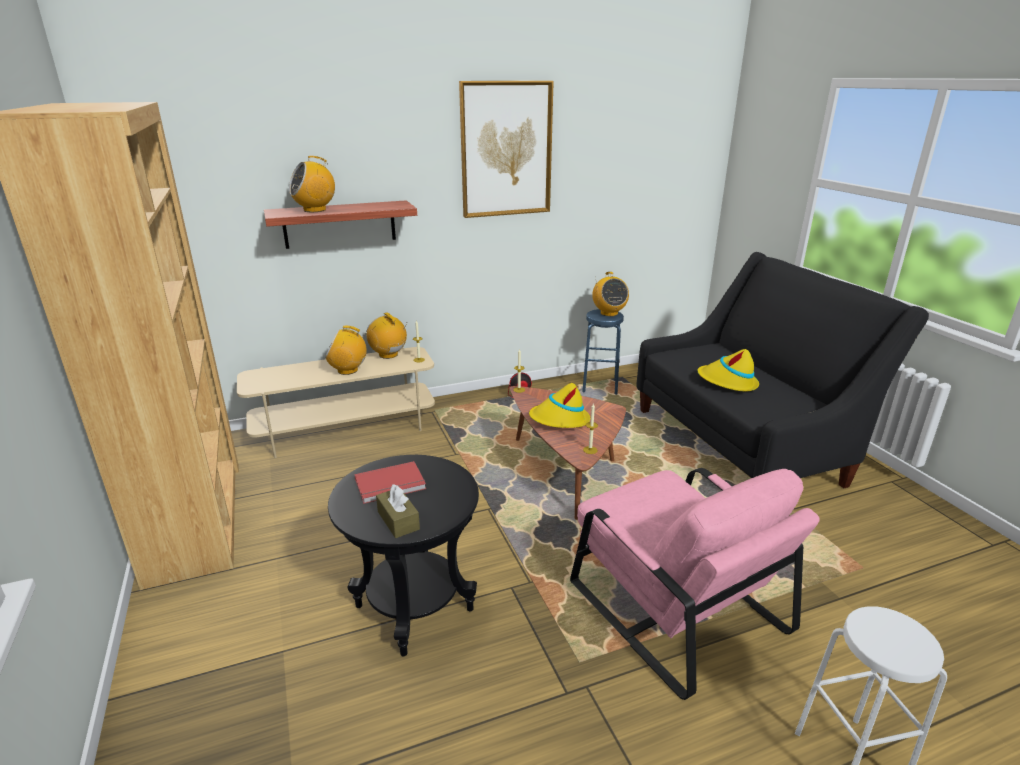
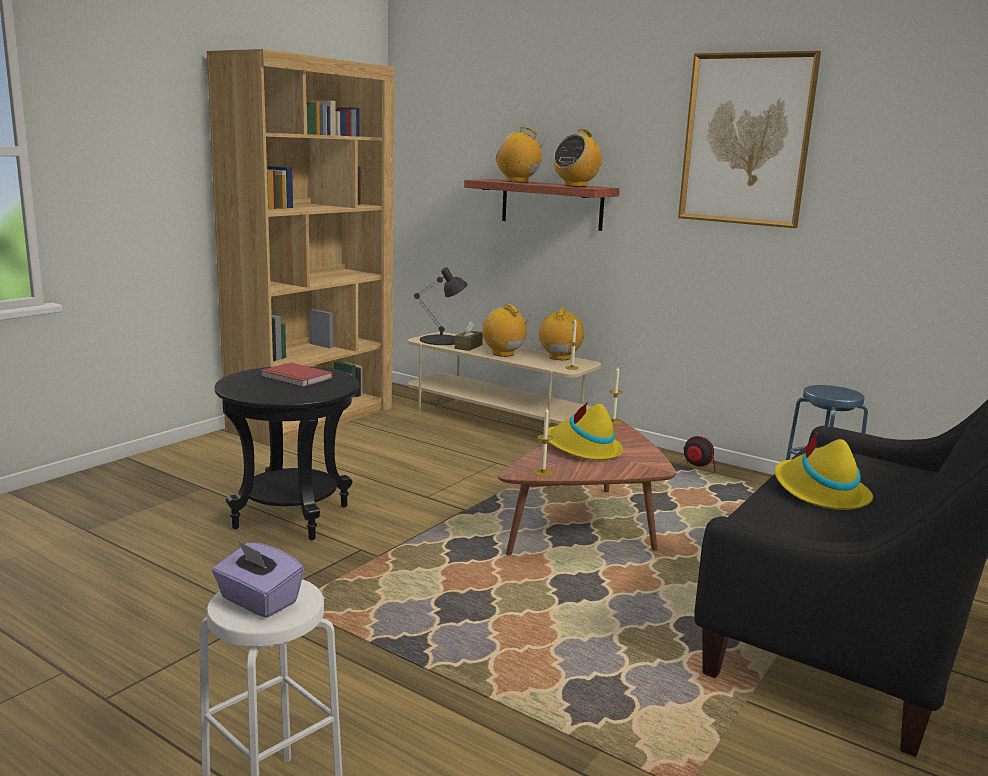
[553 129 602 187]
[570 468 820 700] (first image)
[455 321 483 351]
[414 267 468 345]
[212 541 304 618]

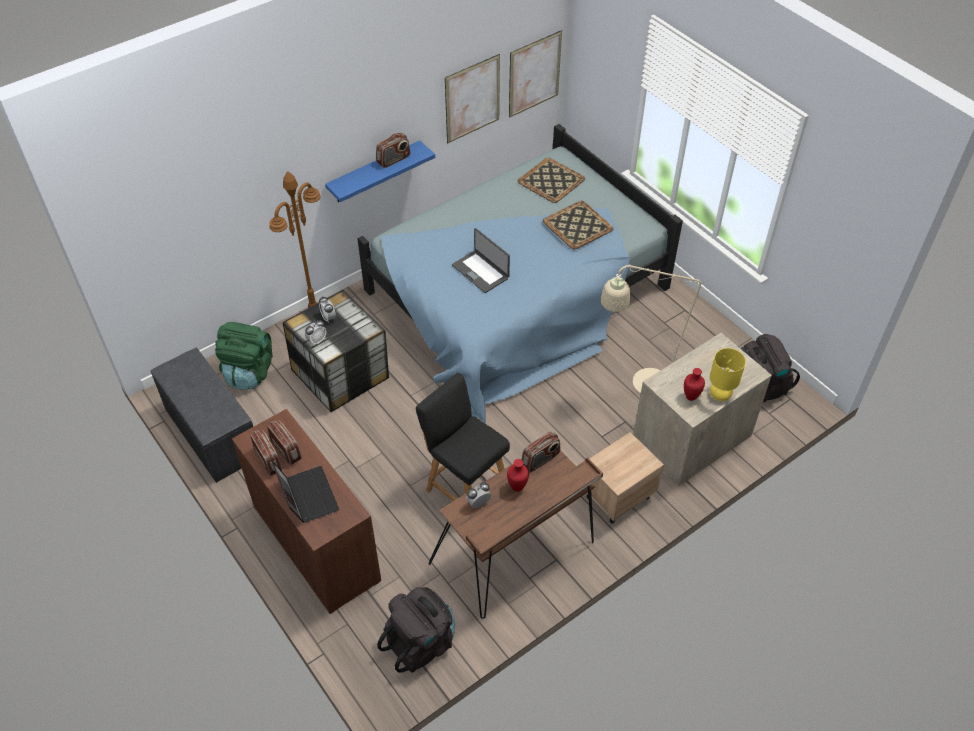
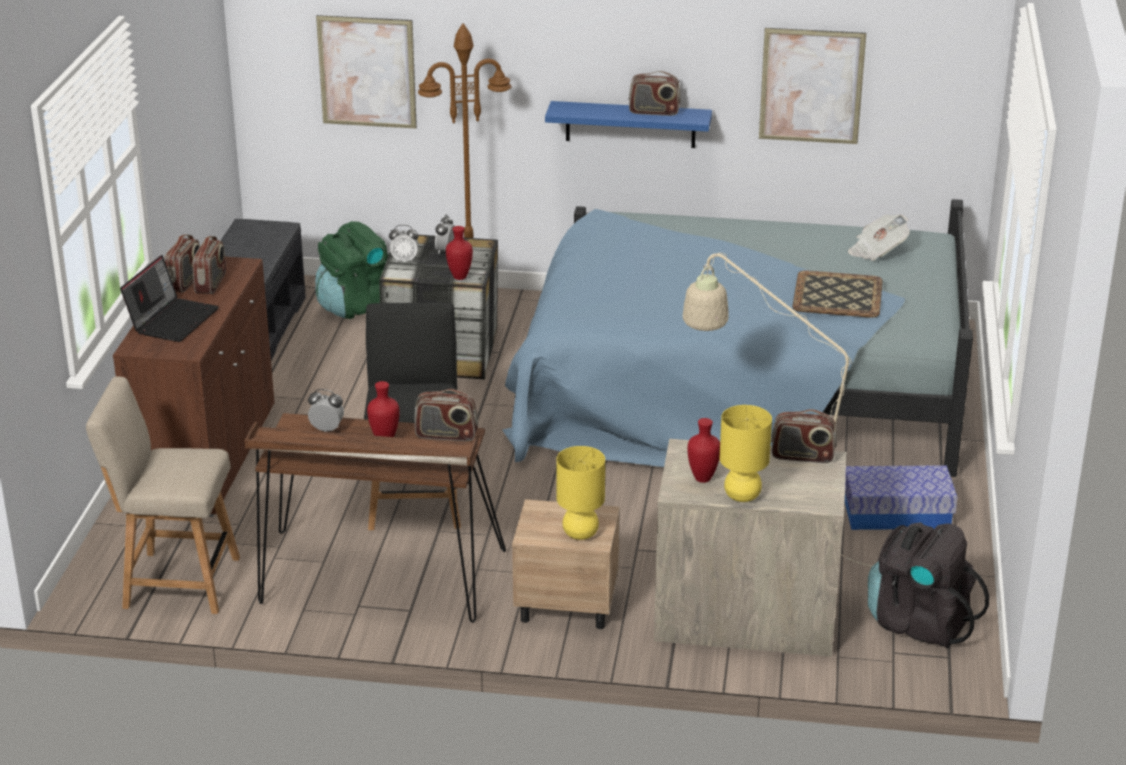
[316 15 417 129]
[848 214 910 261]
[452 228 510 293] (first image)
[86 377 240 614]
[446 226 473 280]
[771 409 837 463]
[557 446 605 540]
[845 465 957 530]

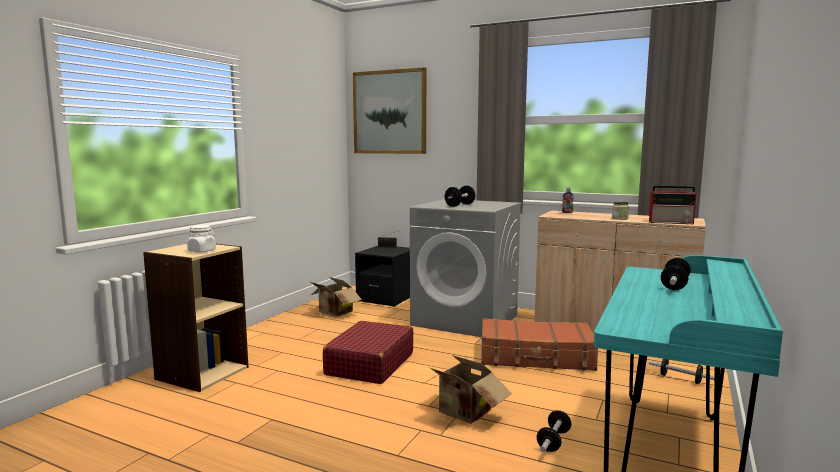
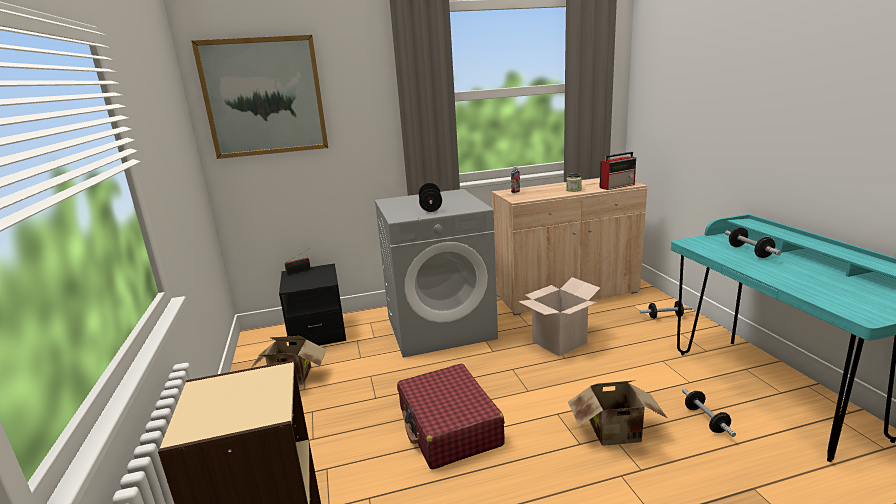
[187 225 216 253] (first image)
[518 277 600 356]

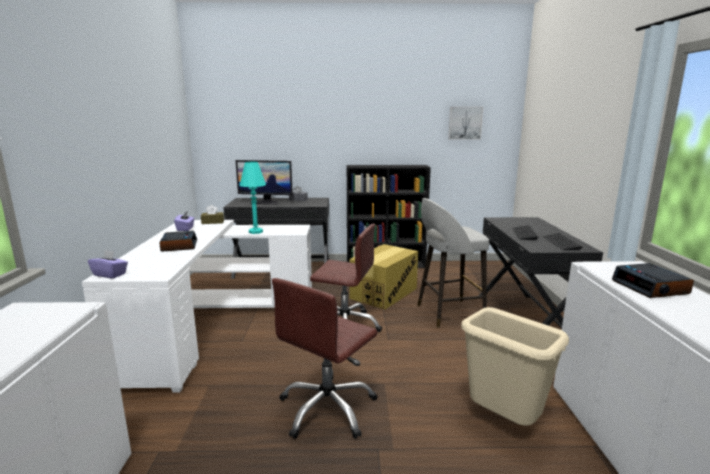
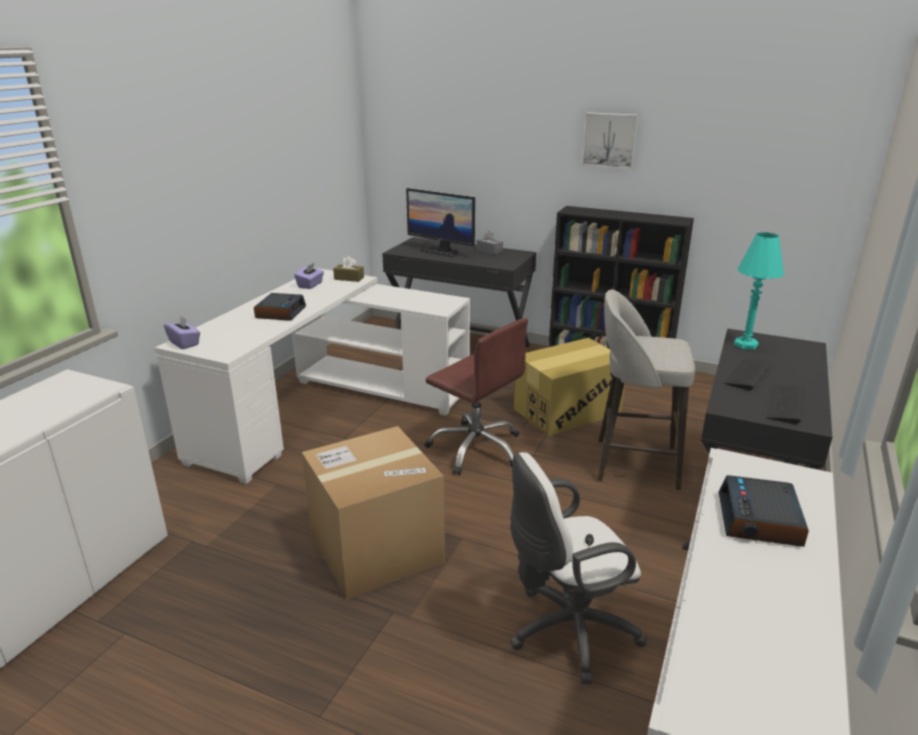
[582 112 638 169]
[734 232 784 349]
[302 426 445 599]
[510 452 647 684]

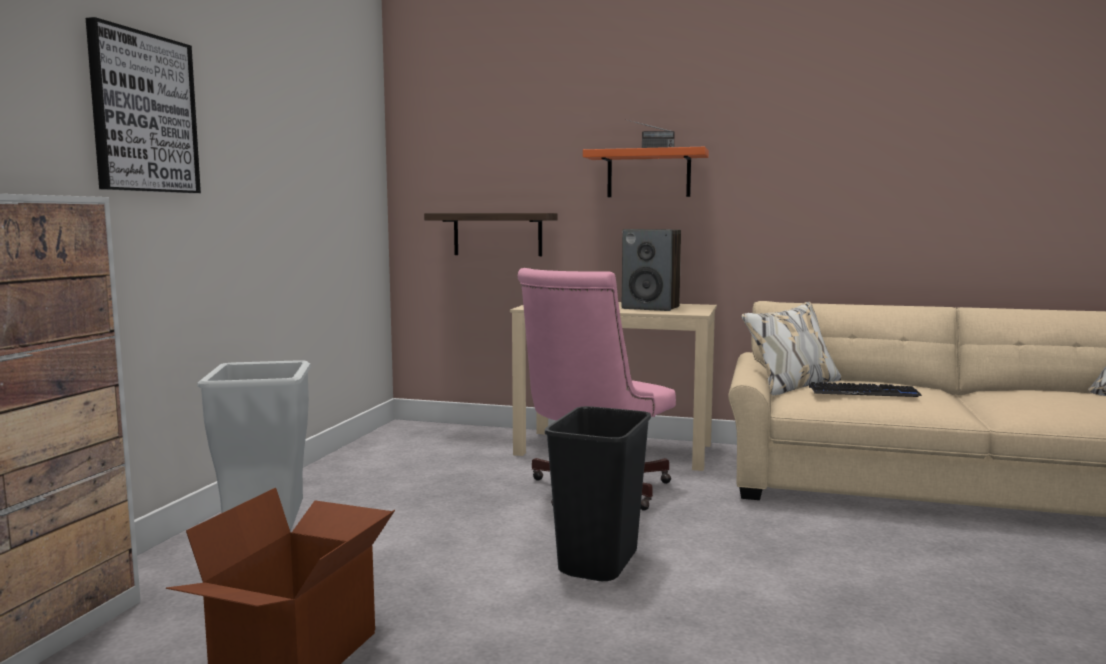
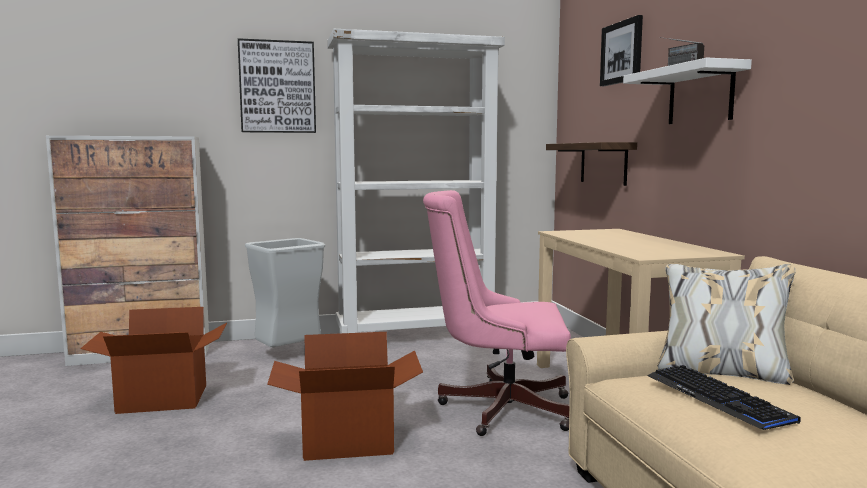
[623 58 752 124]
[622 229 681 311] (first image)
[267 332 423 461]
[600 15 643 86]
[327 29 505 334]

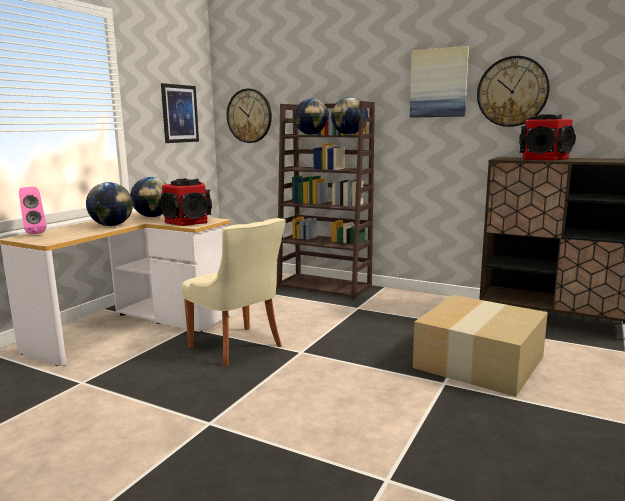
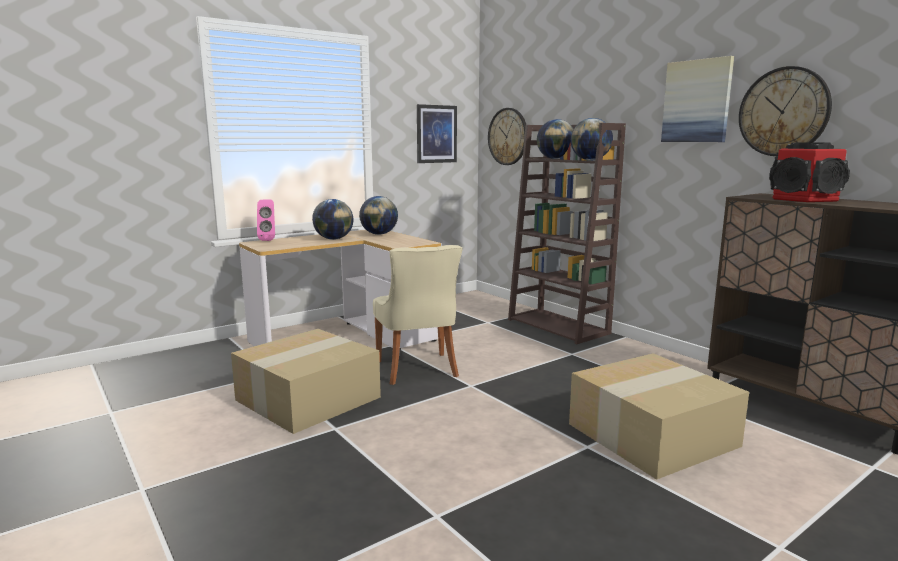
[159 179 212 226] (first image)
[231 329 381 434]

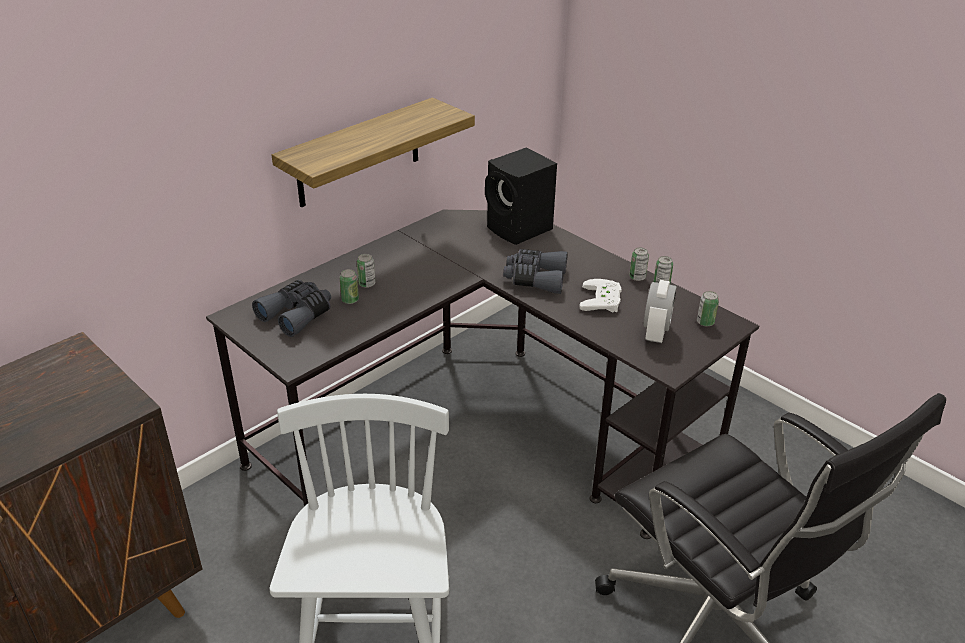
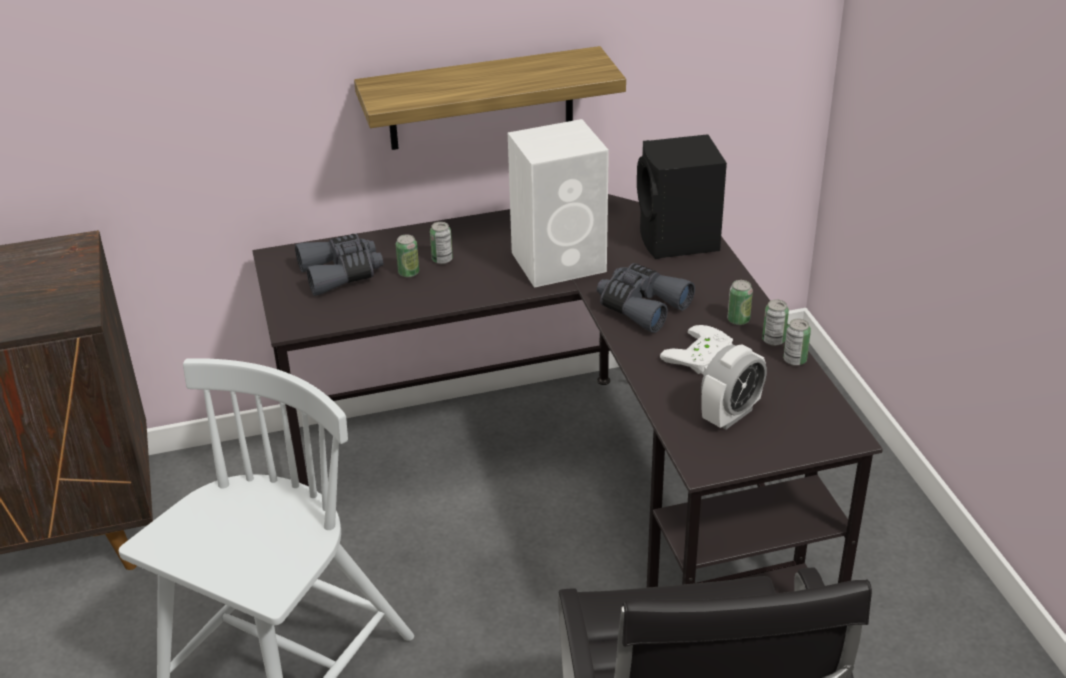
[728 280 753 325]
[508 119 609 288]

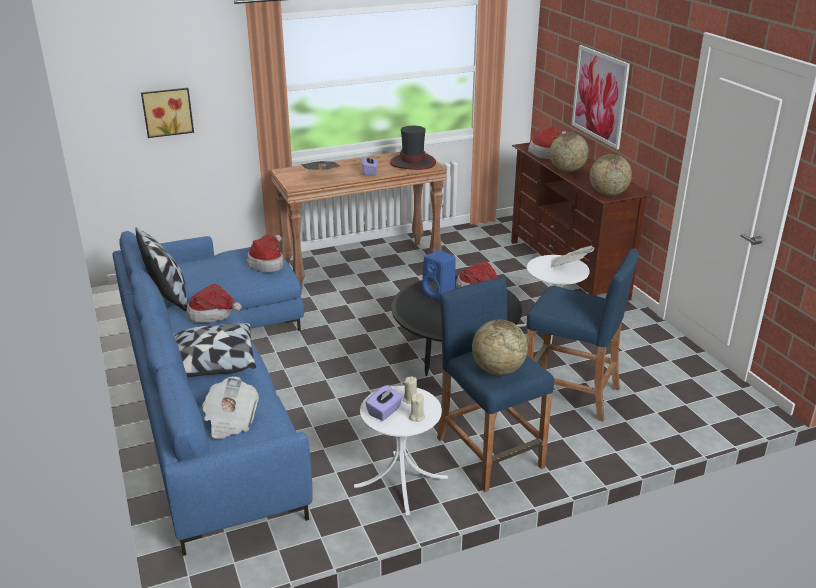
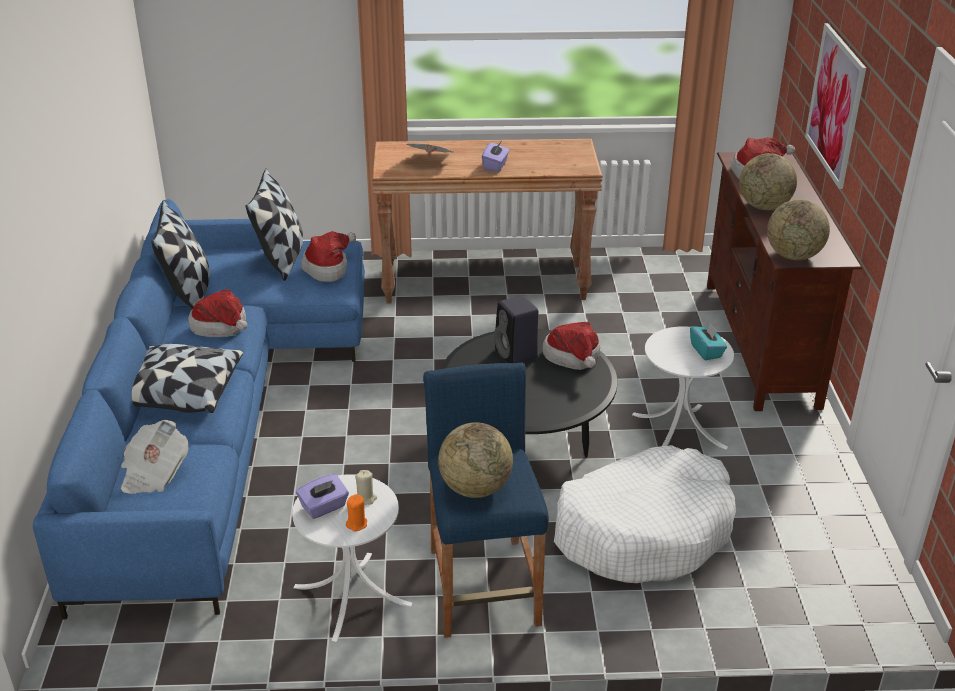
[141 88 194 138] (first image)
[390 126 436 170] (first image)
[690 322 727 360]
[554 445 736 583]
[494 295 538 363]
[346 494 367 531]
[245 168 303 281]

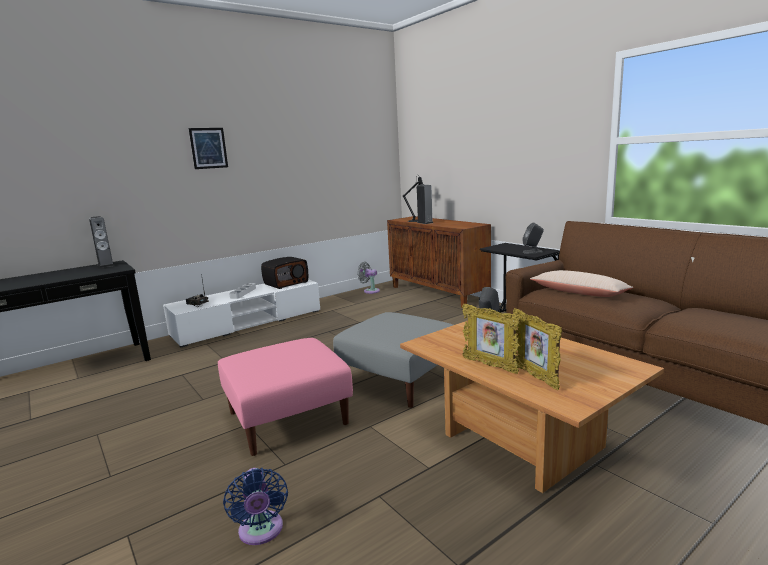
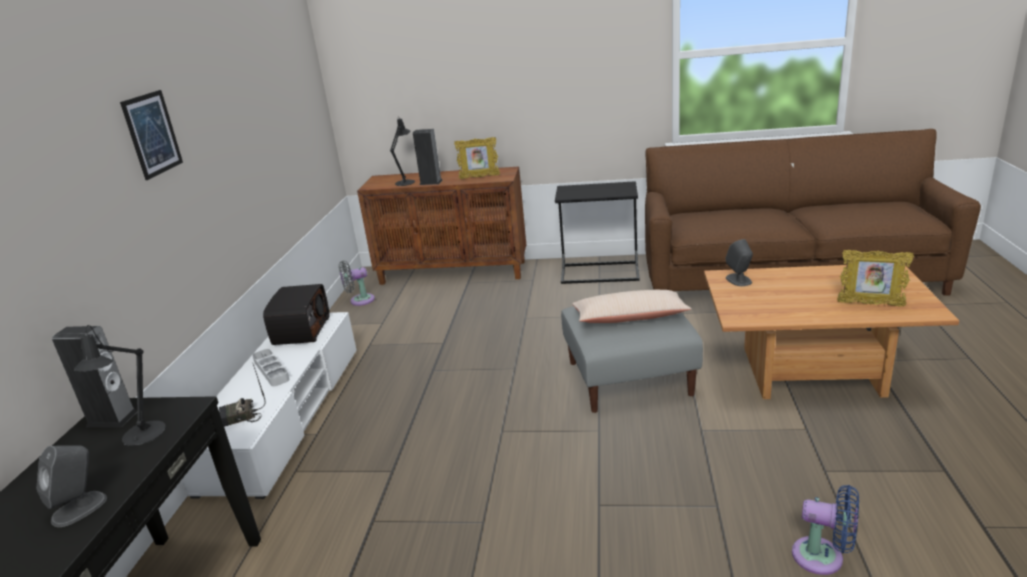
[36 446 107 527]
[572 290 691 323]
[454 137 500 179]
[218 338 353 456] (first image)
[74 325 166 446]

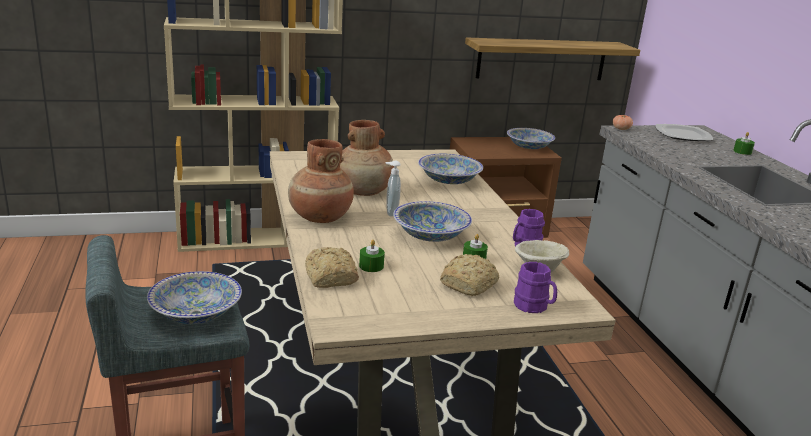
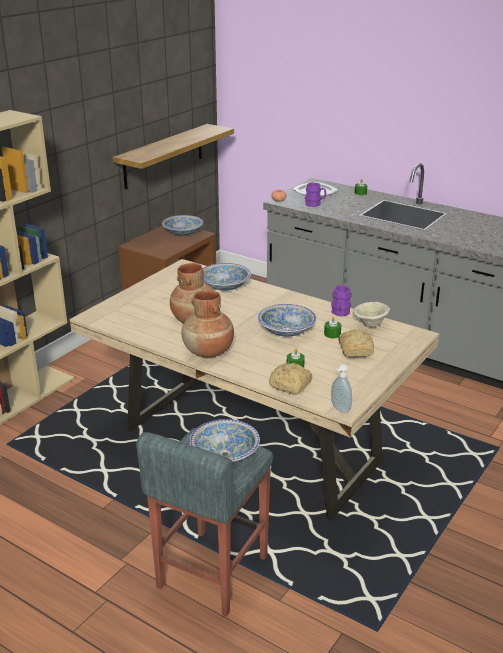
[331 364 352 413]
[305 182 327 207]

